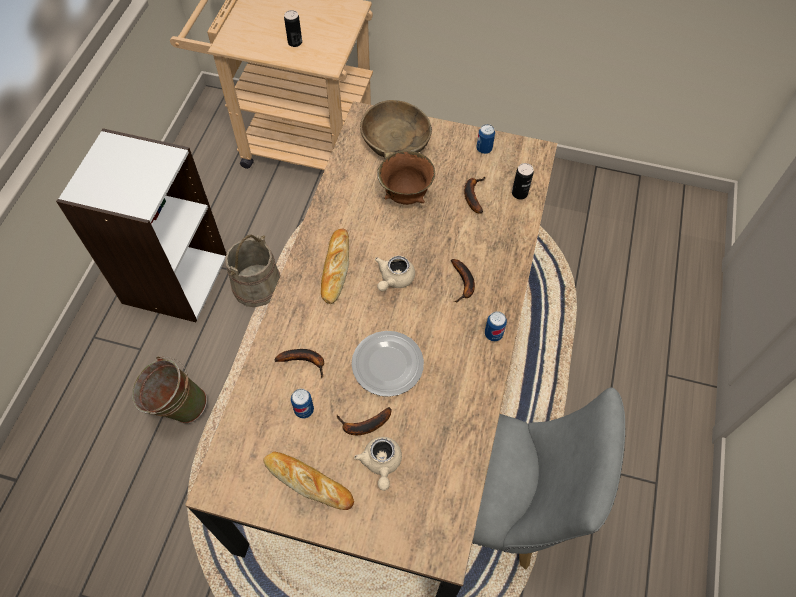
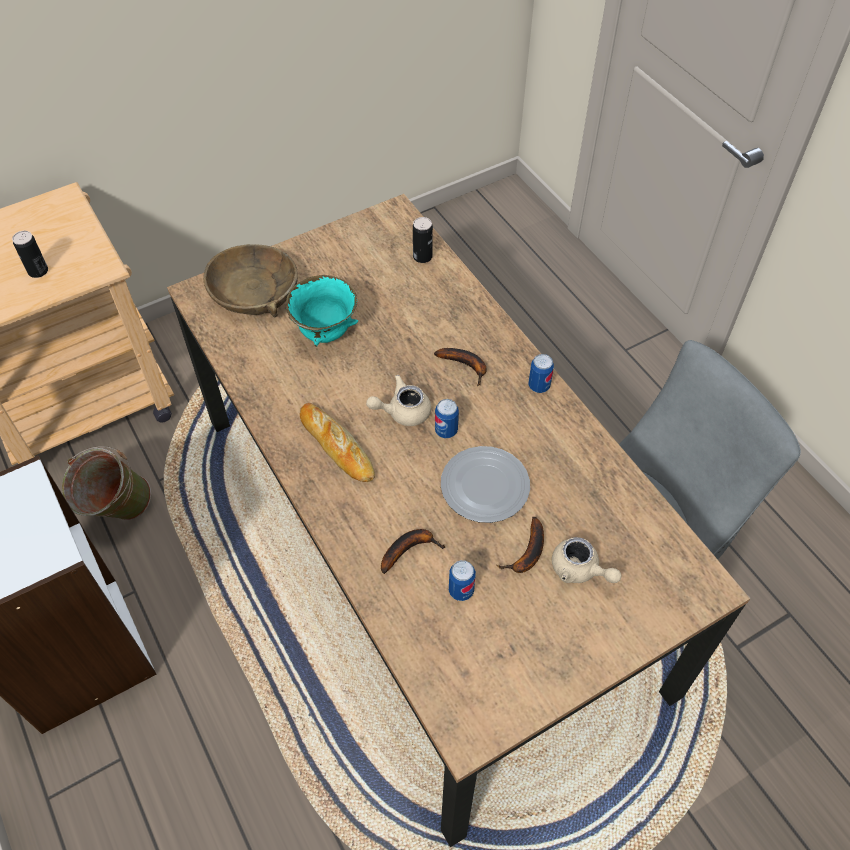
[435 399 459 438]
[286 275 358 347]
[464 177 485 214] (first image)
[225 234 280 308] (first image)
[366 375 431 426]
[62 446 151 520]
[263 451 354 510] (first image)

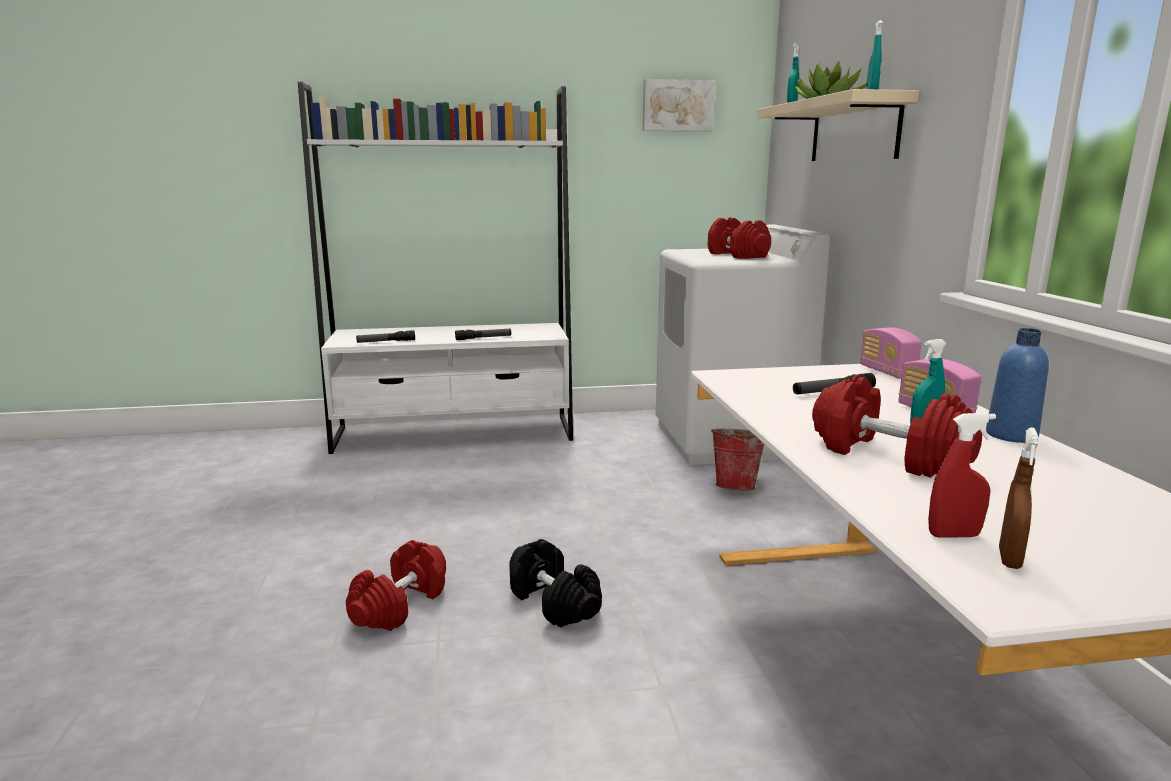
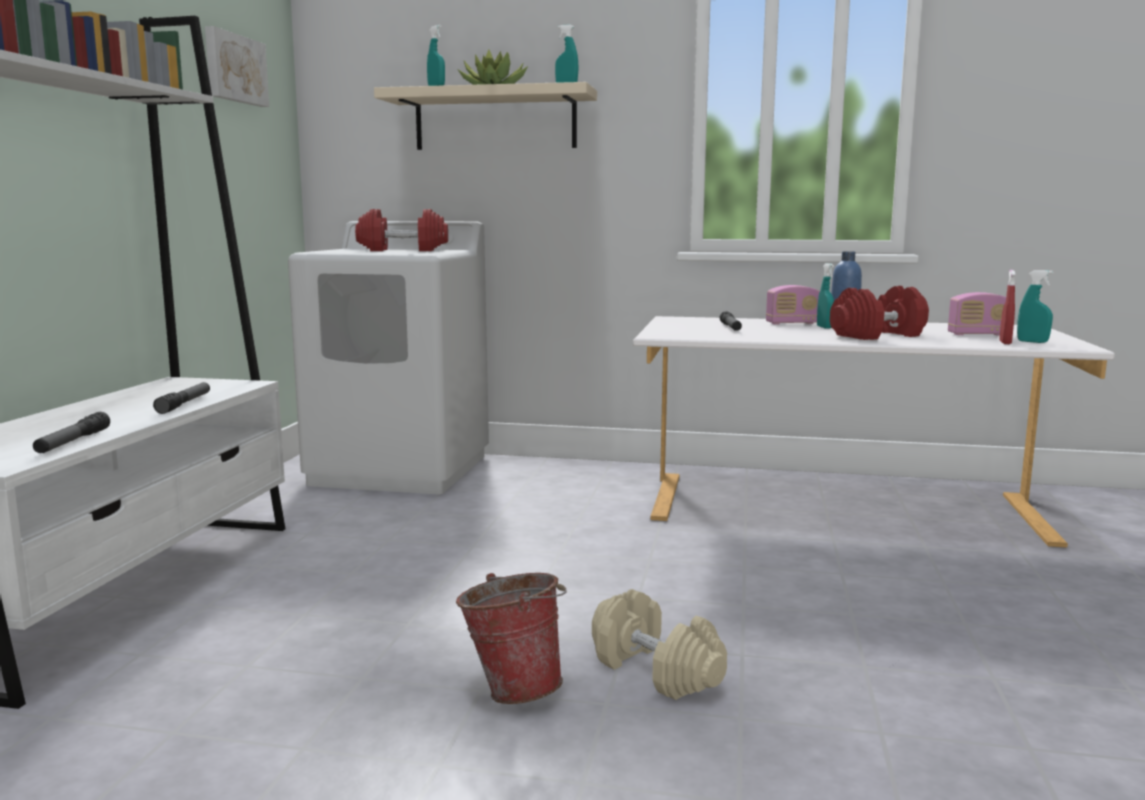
[948 292 1006 336]
[1017 270 1053 343]
[456 573 567 704]
[509 539 602 628] (first image)
[592 589 727 700]

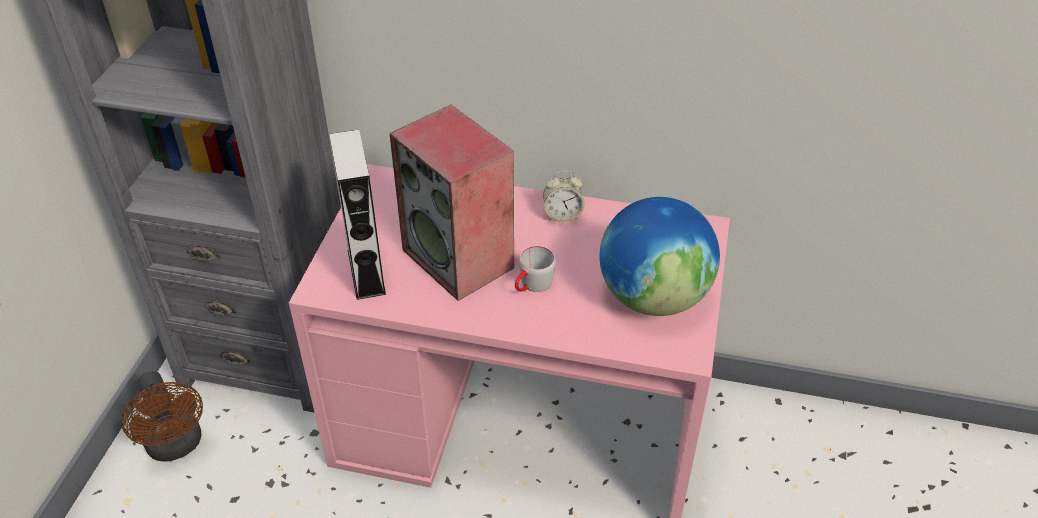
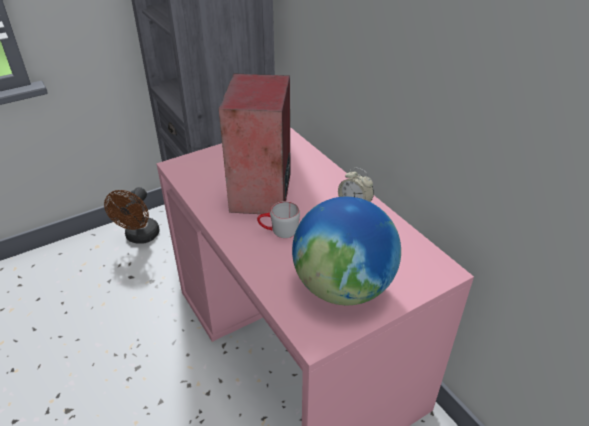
[329 130 386 300] (first image)

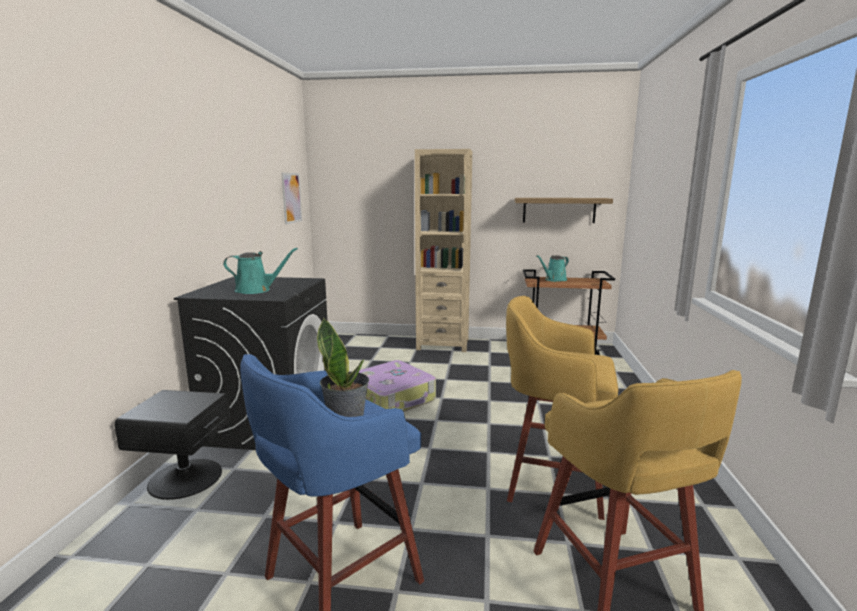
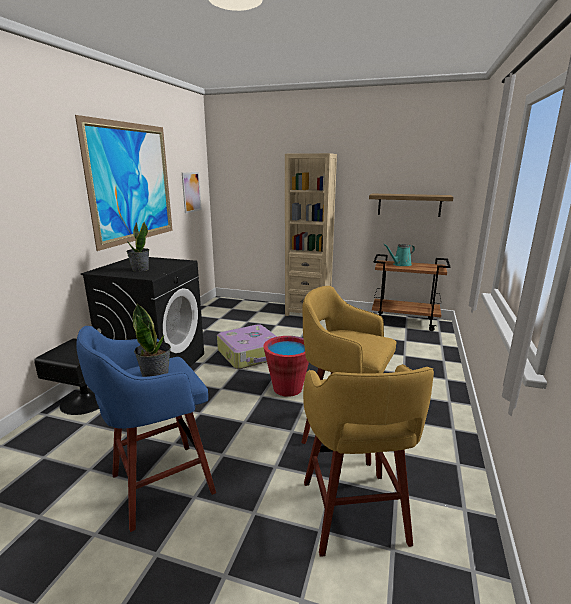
[126 222 149 272]
[75 115 173 251]
[263 336 309 397]

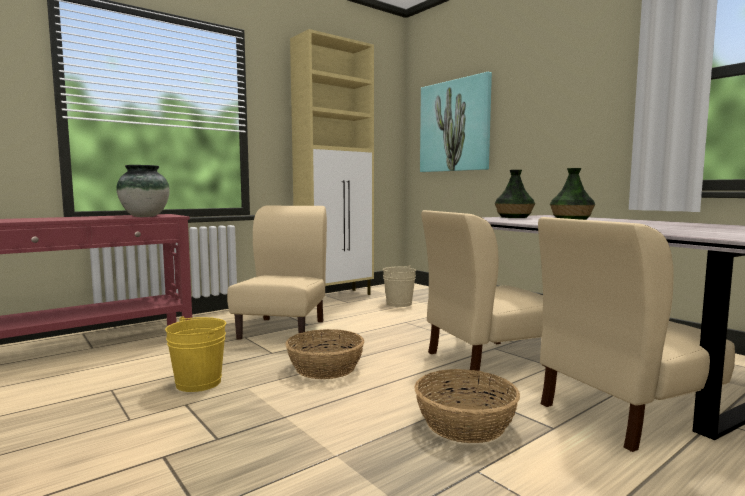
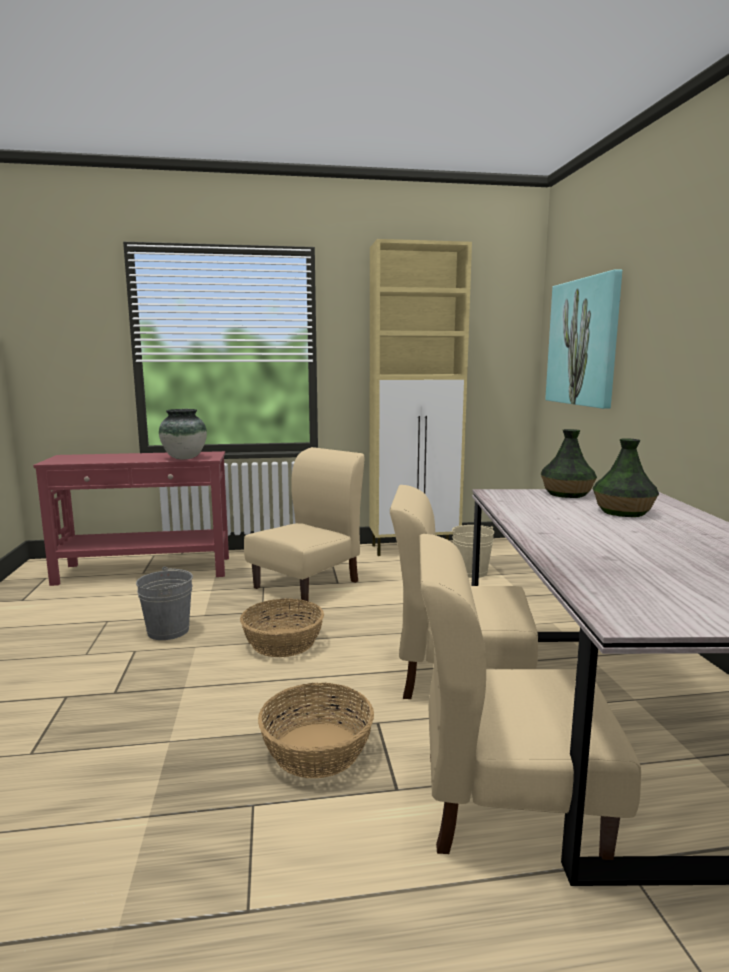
[136 566 193 640]

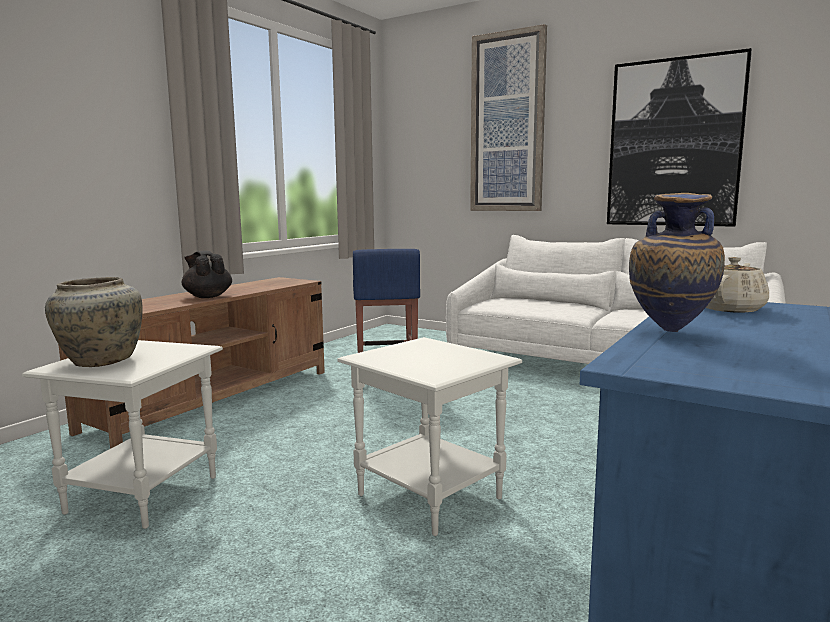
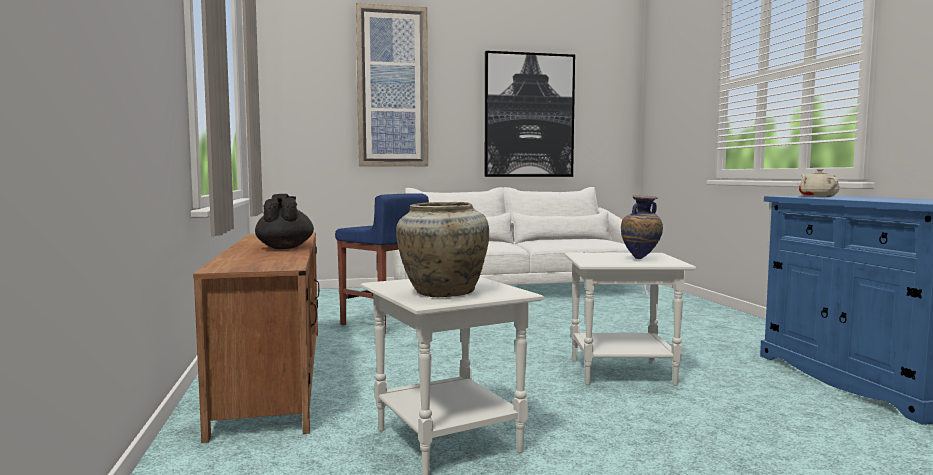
[621 195 663 259]
[255 194 314 249]

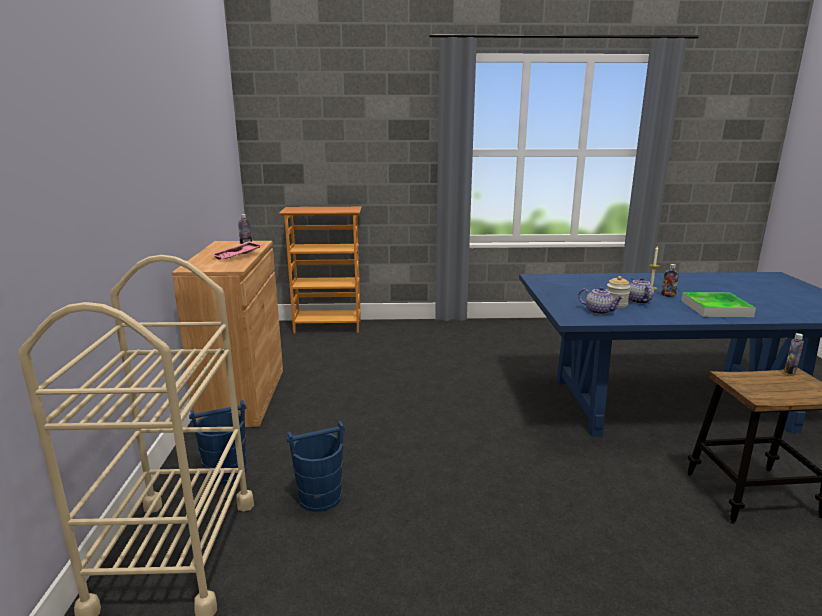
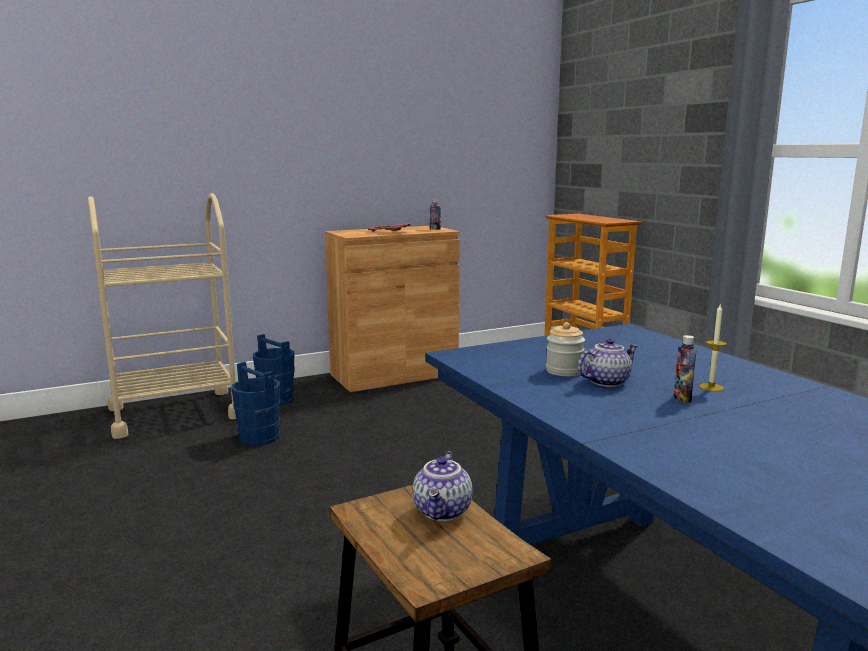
[413 451 472 521]
[681 292 756 317] (first image)
[784 333 804 374] (first image)

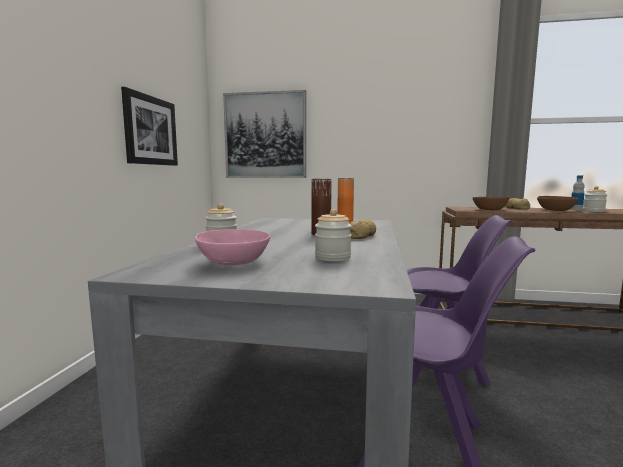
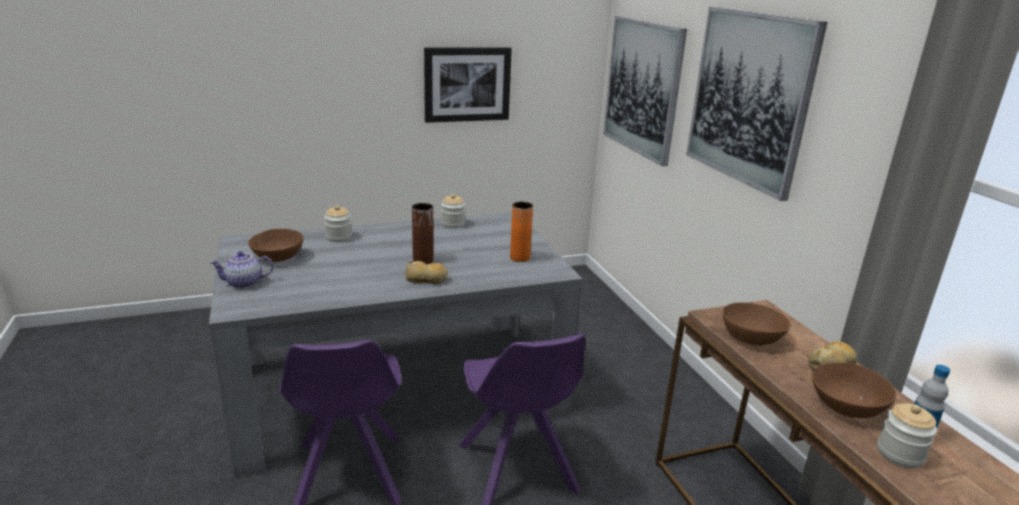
[441 194 465 229]
[248 229 304 262]
[686 7 828 201]
[209 251 273 288]

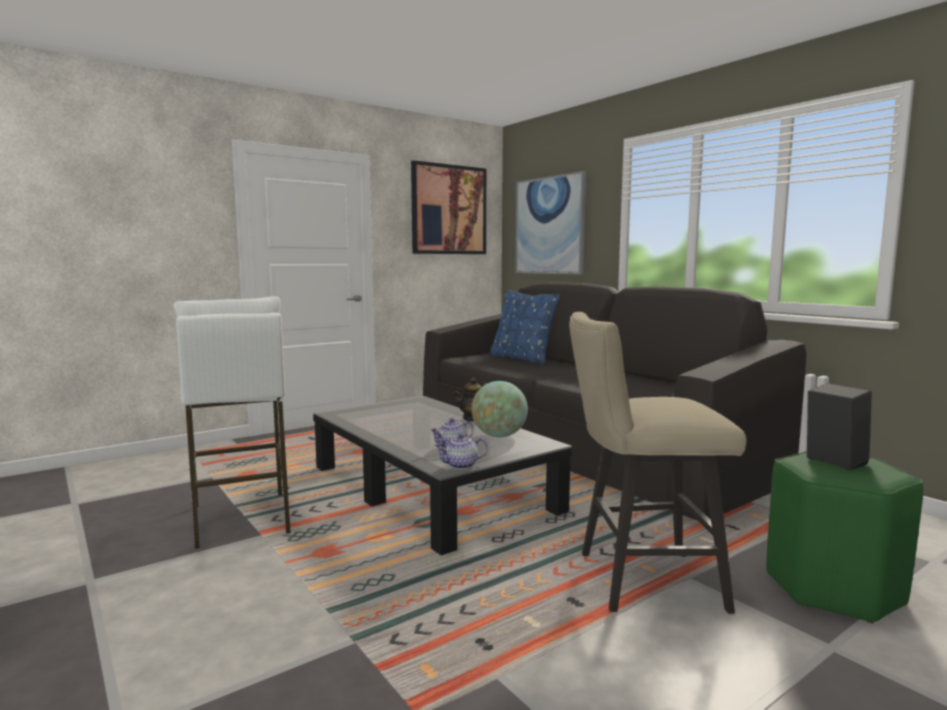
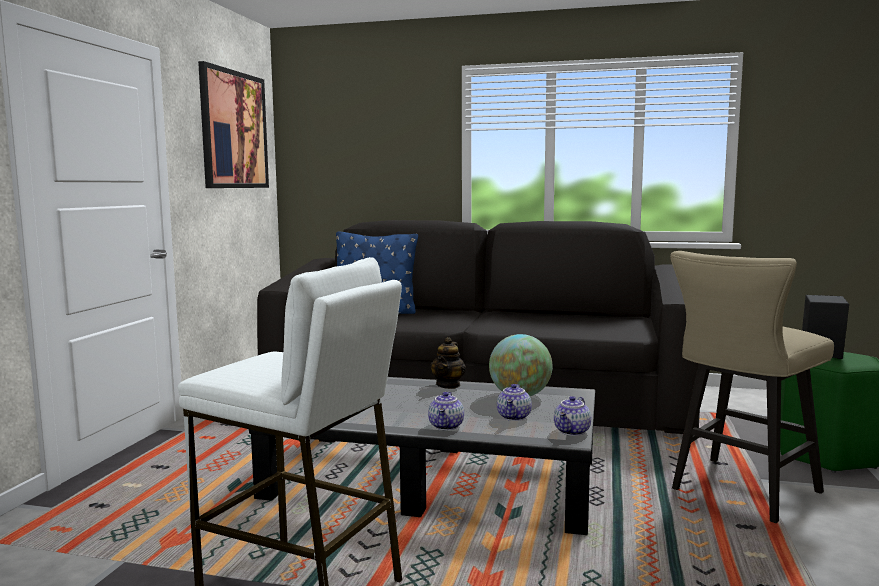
[515 171 586 275] (first image)
[428 392 464 431]

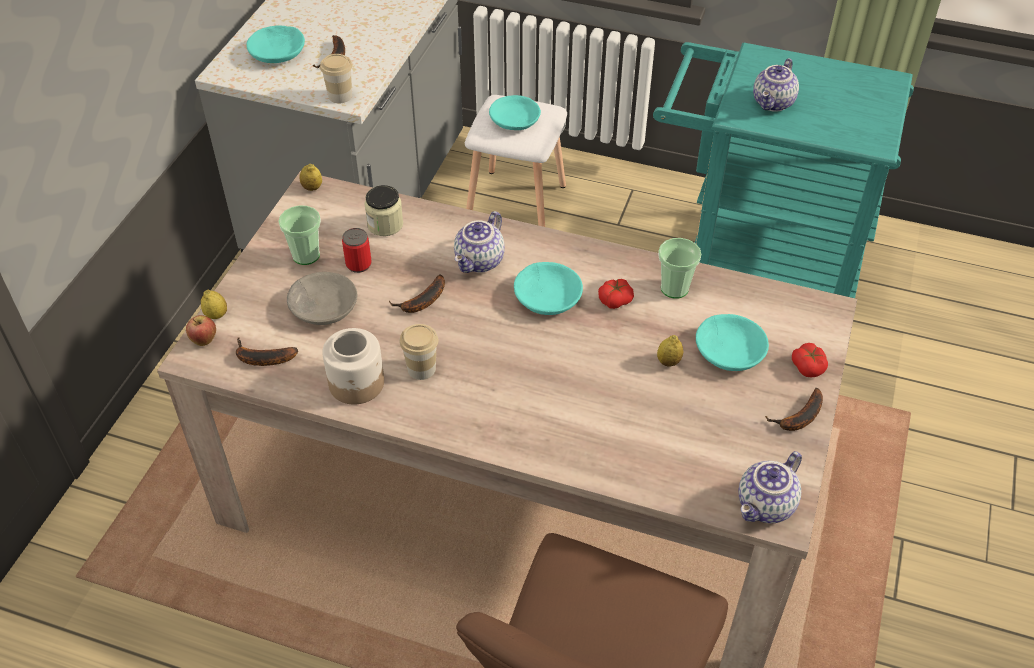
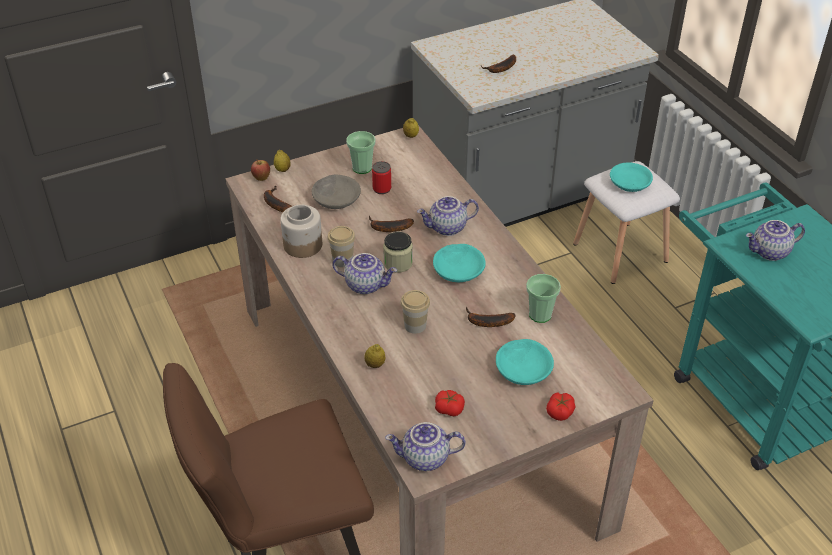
[246 25 305 63] (first image)
[400 290 430 334]
[383 232 413 273]
[435 390 465 416]
[364 344 385 368]
[466 306 516 327]
[333 253 397 294]

